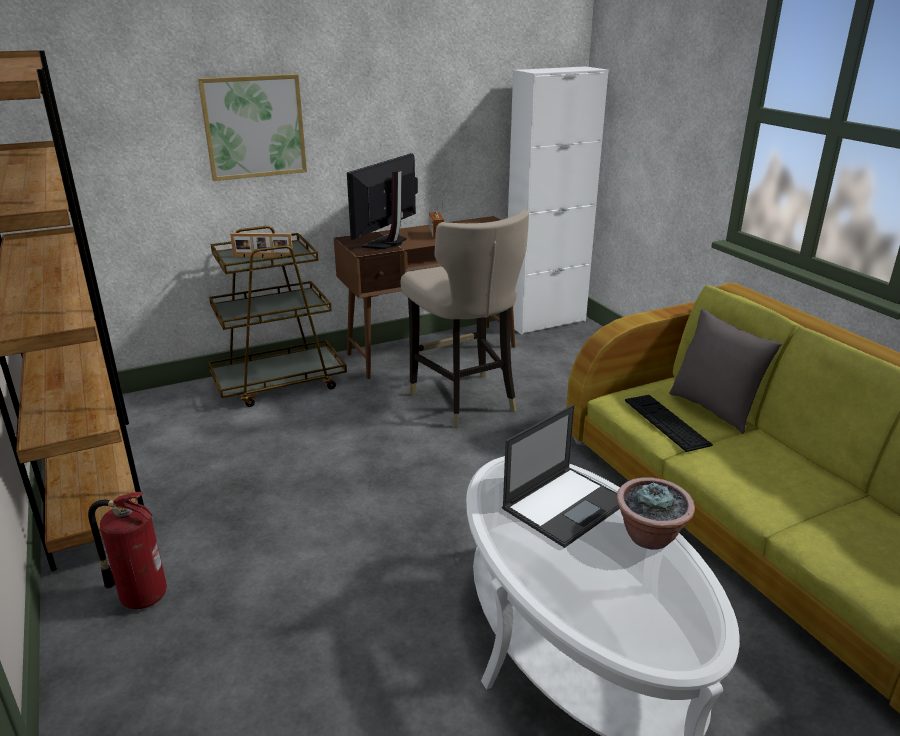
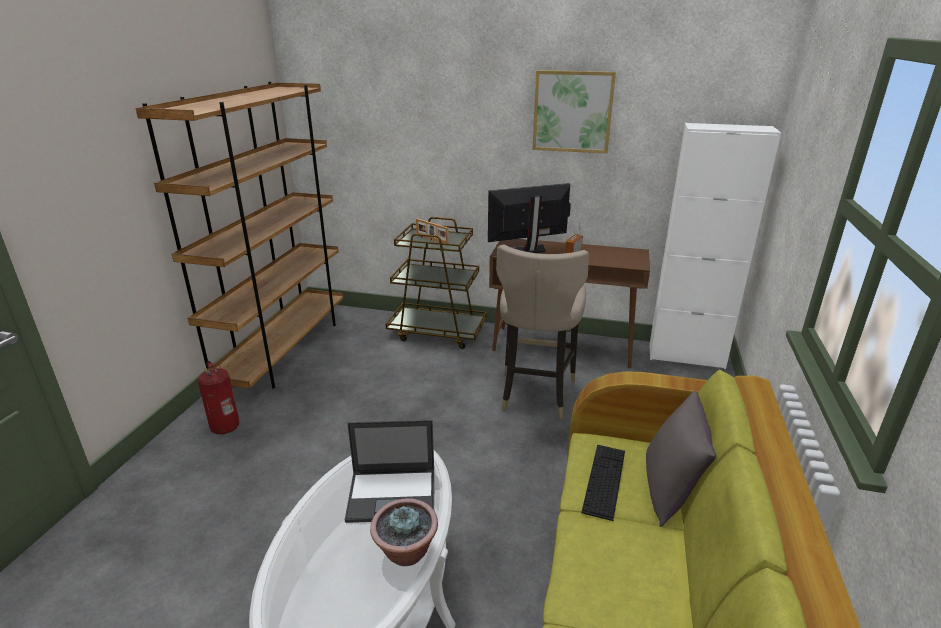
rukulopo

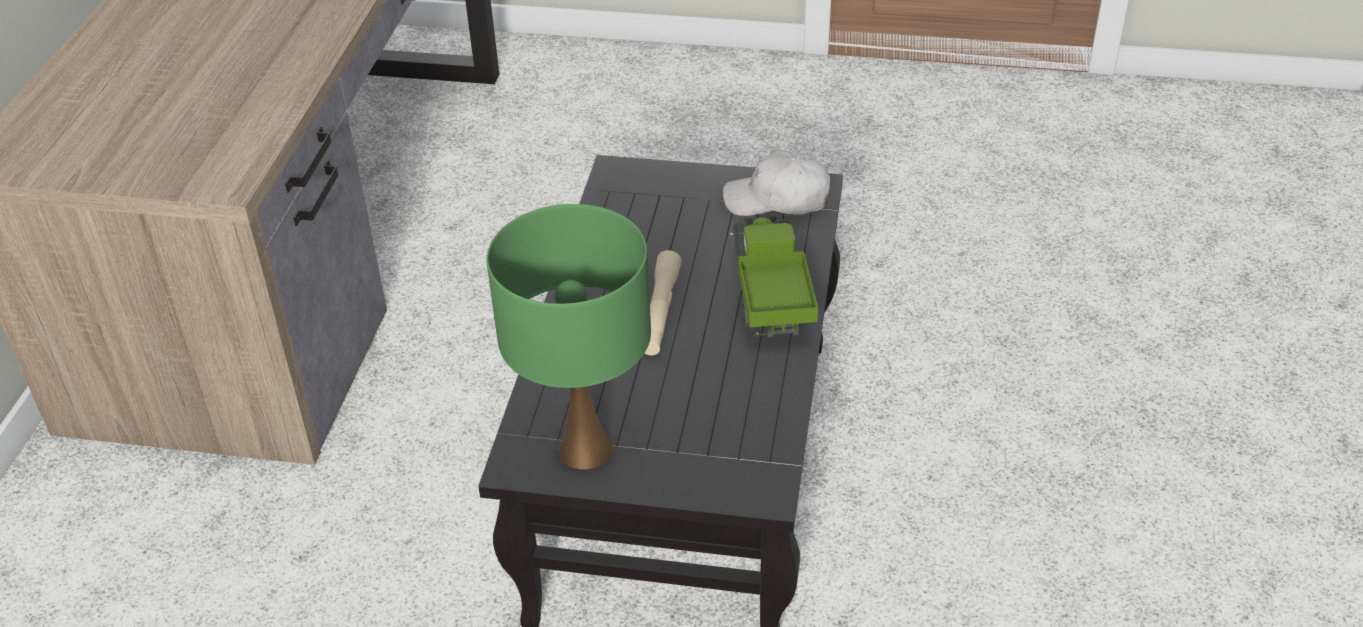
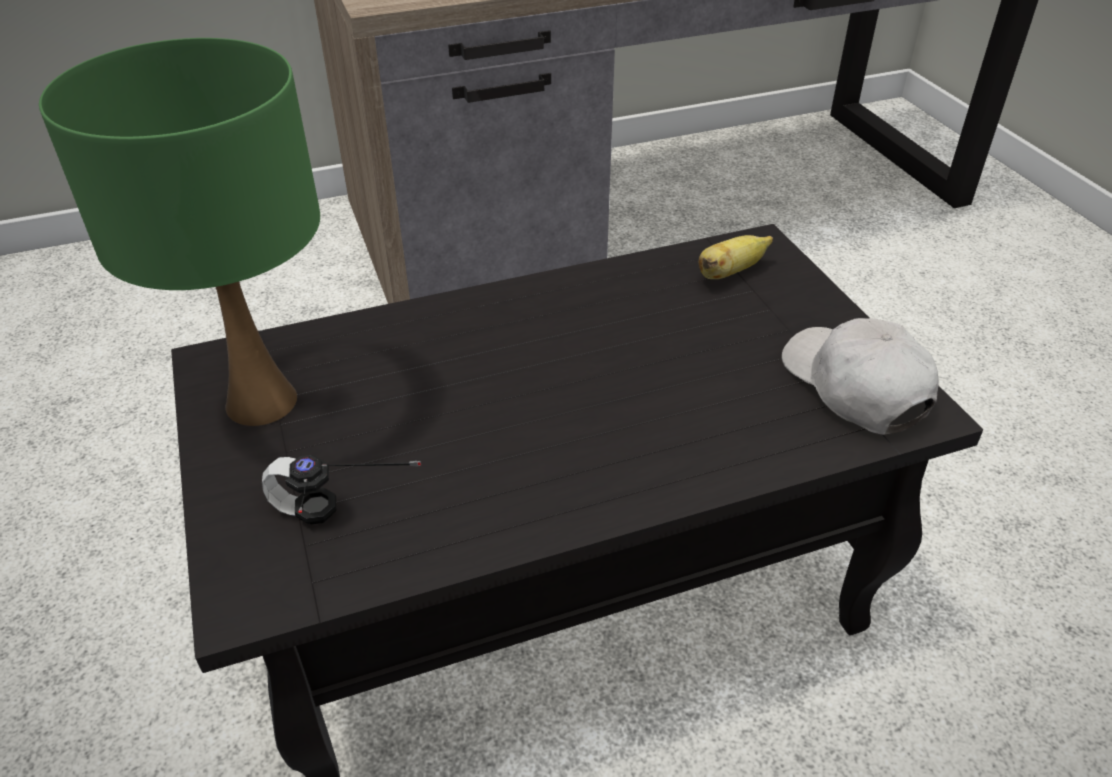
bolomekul
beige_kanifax
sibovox
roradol

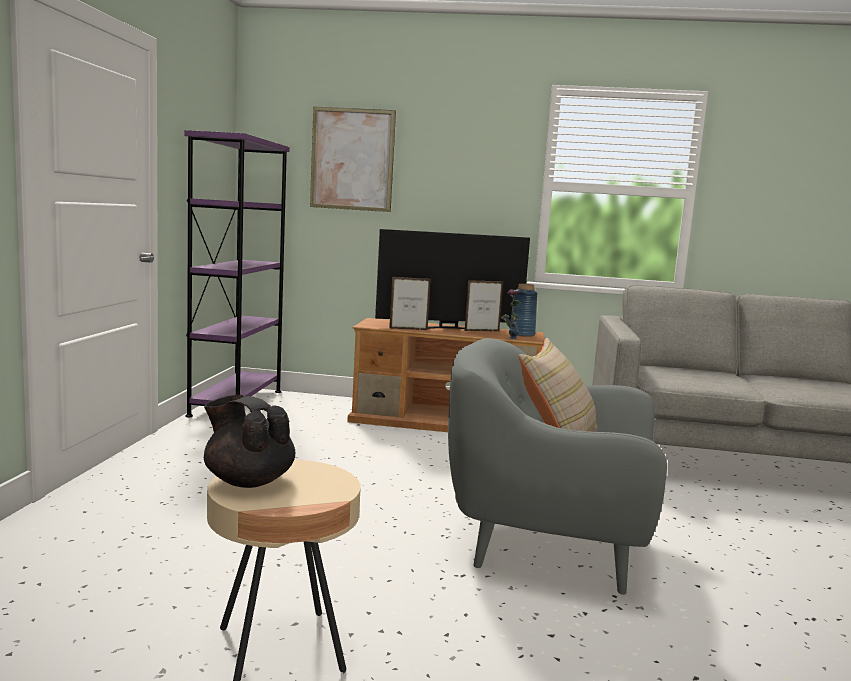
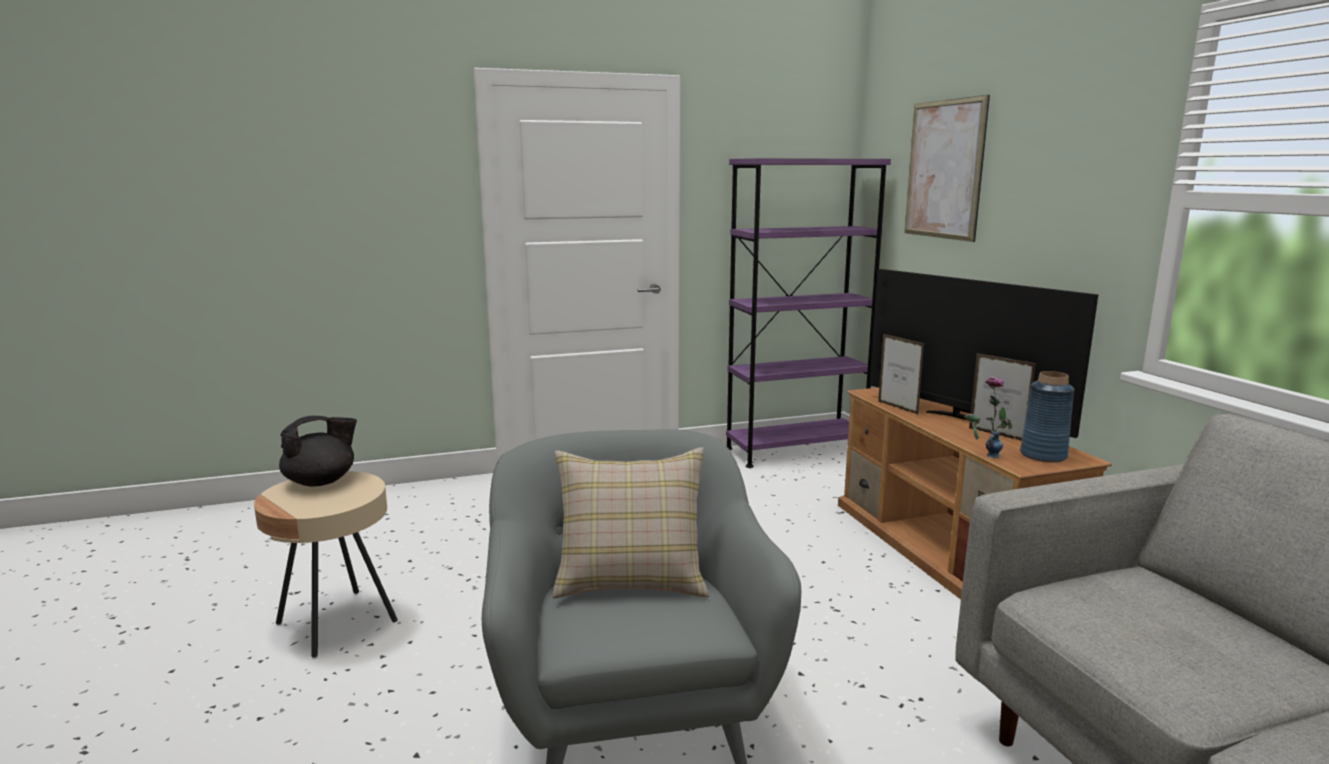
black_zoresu

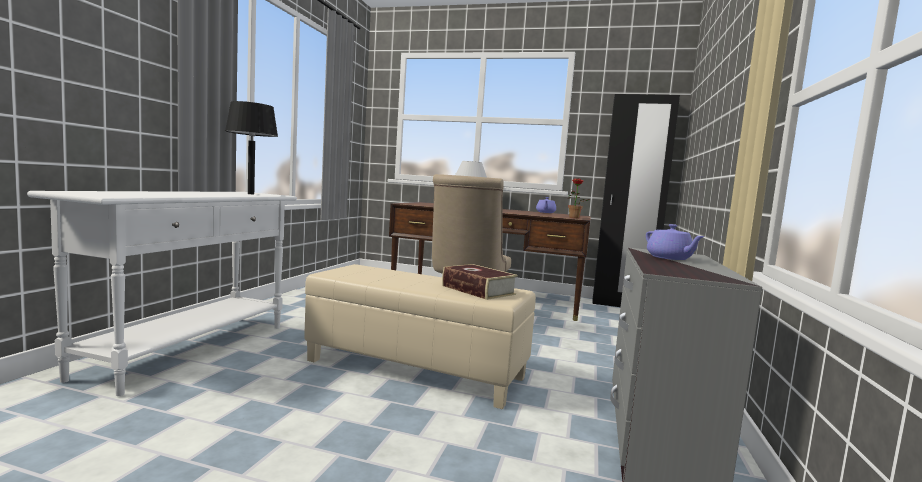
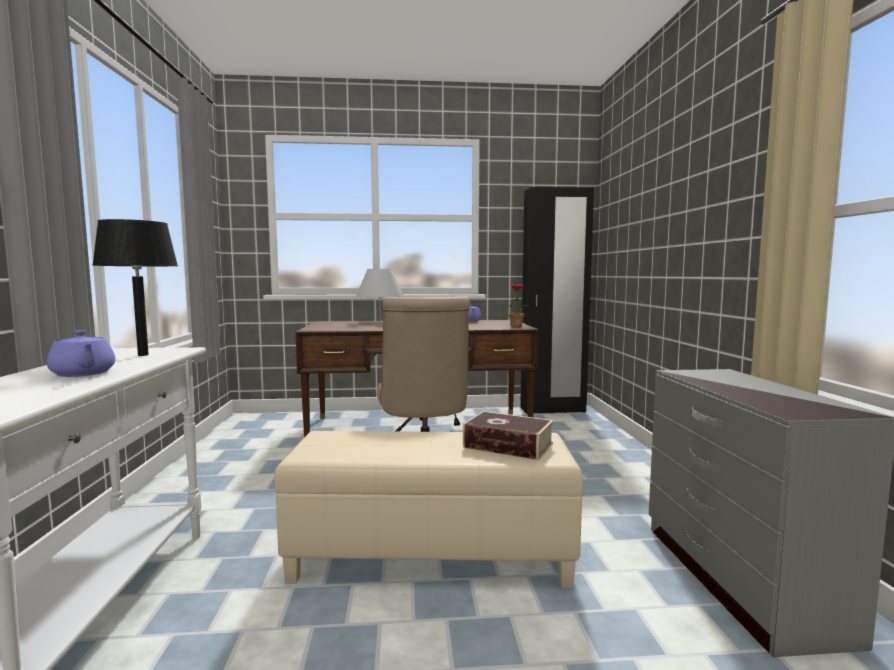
purple_zoresu (1st from left)

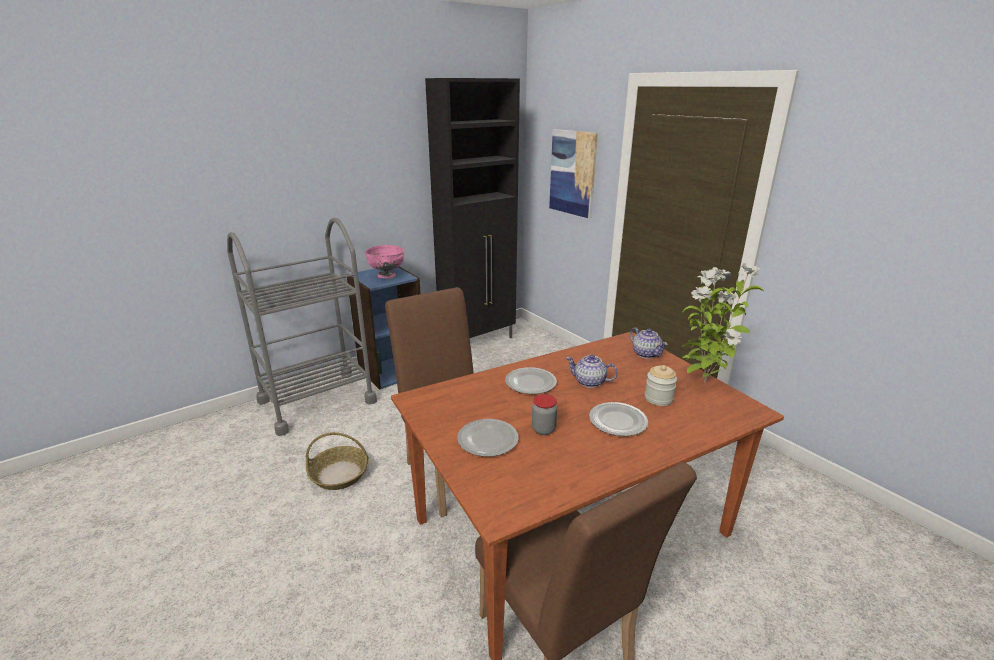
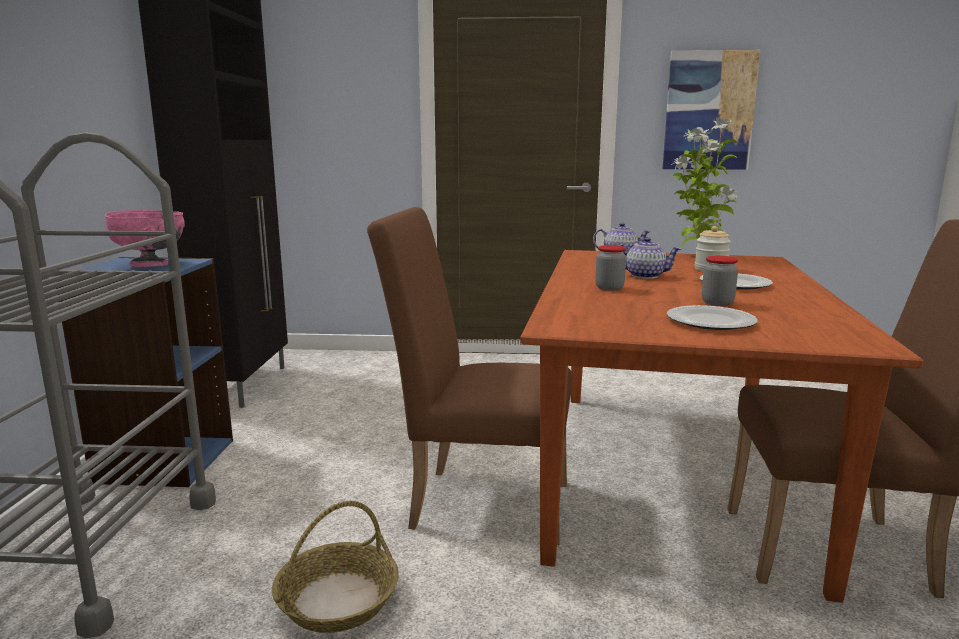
rukulopo
zoresu (2nd from left)
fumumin (1st from left)

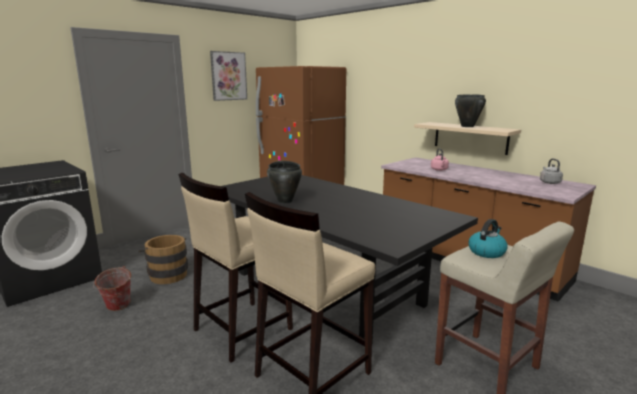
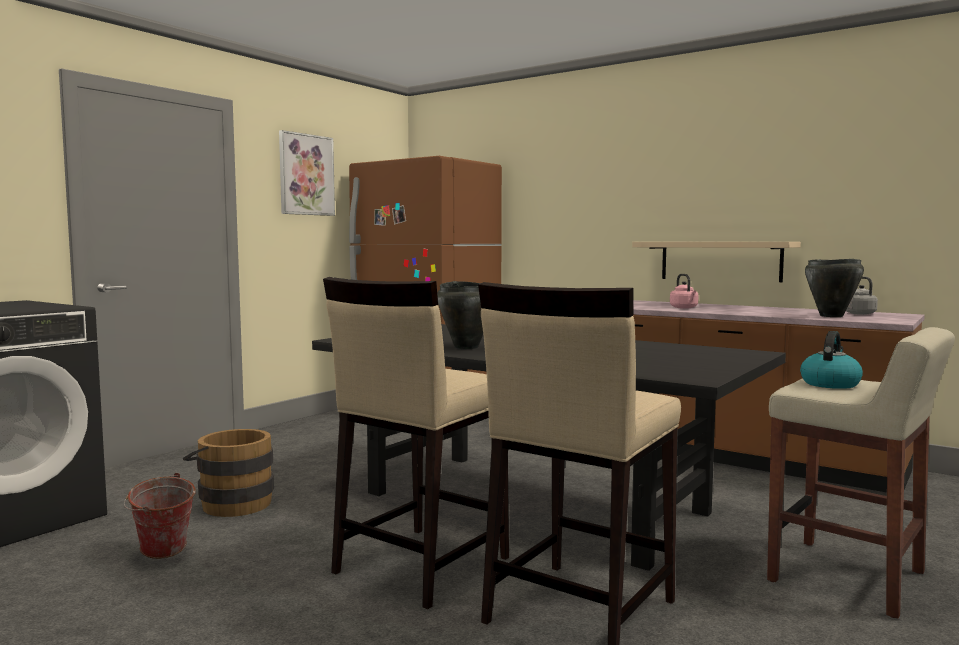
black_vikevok (2nd from left)

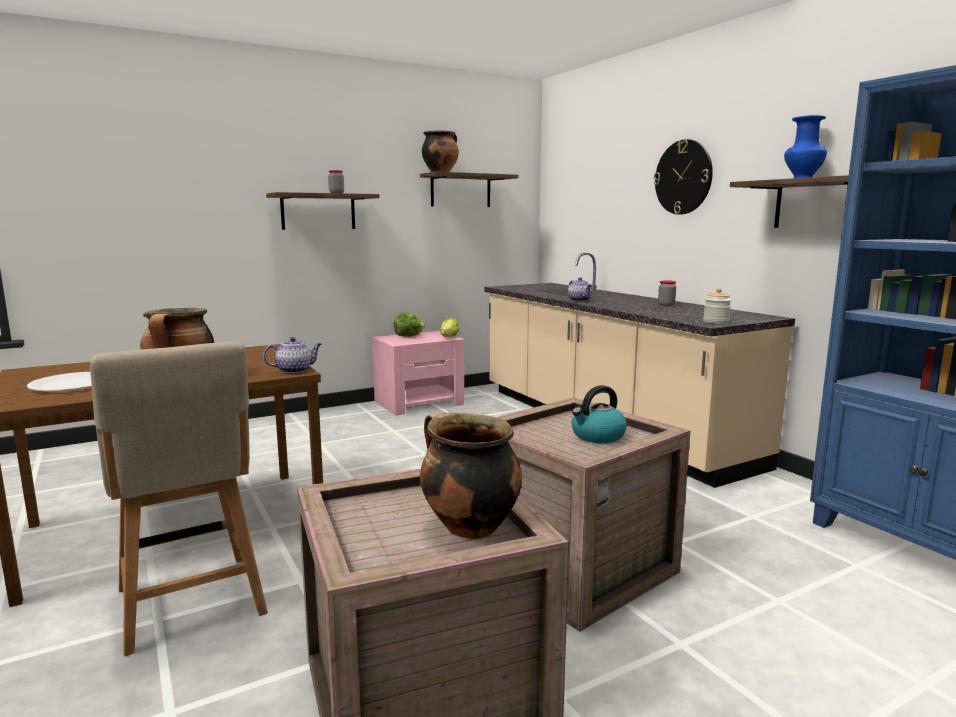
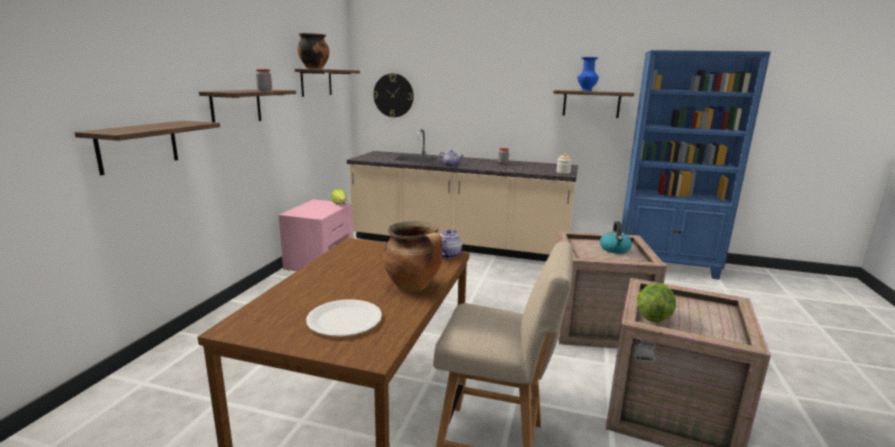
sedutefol
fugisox (2nd from left)
vikevok (3rd from left in the first image)
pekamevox (1st from left)

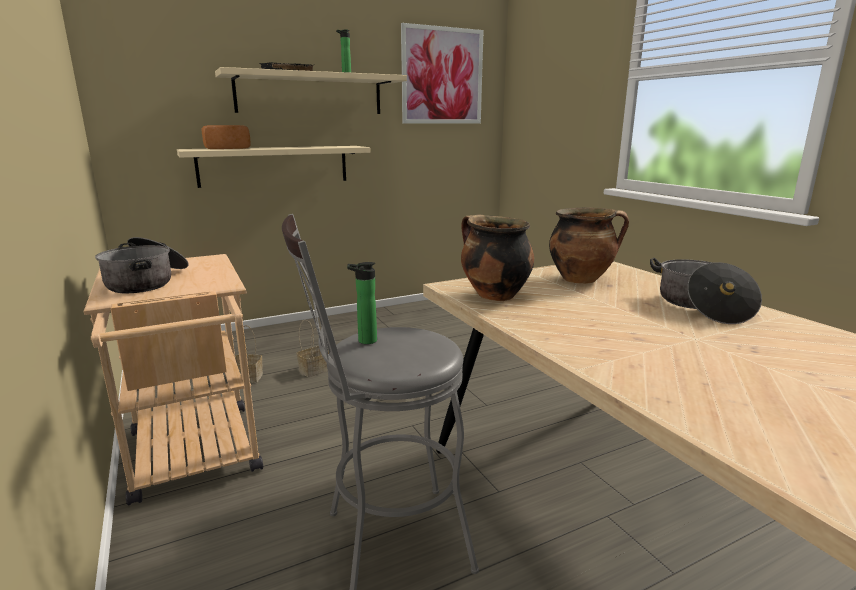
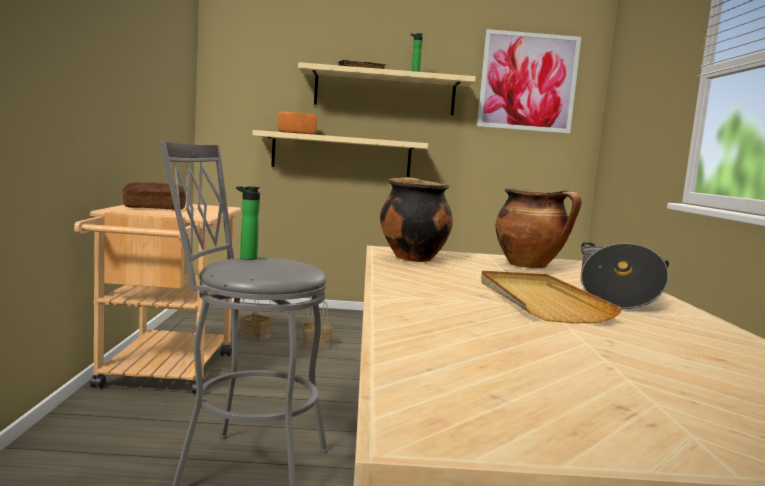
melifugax (1st from left)
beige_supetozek

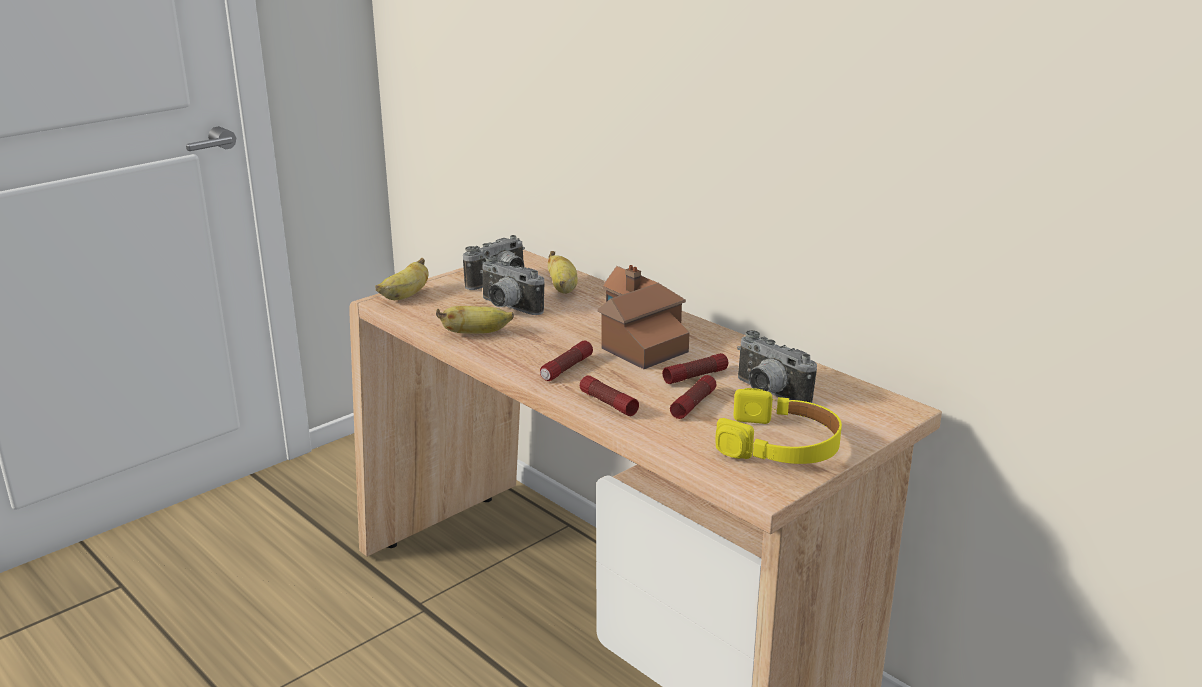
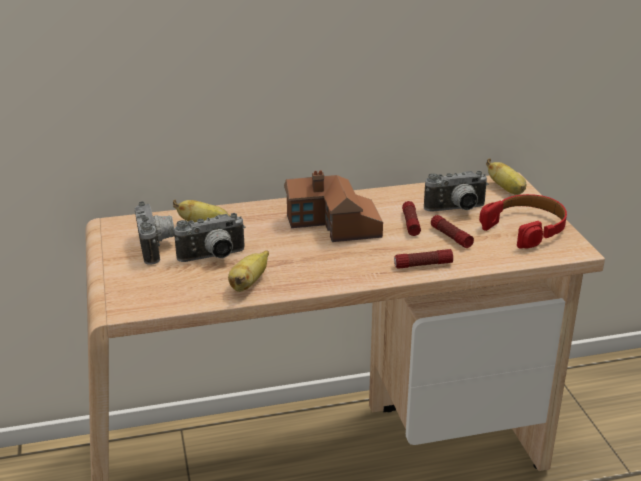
sibovox (3rd from left)
kanifax (1st from left in the first image)
red_roradol

